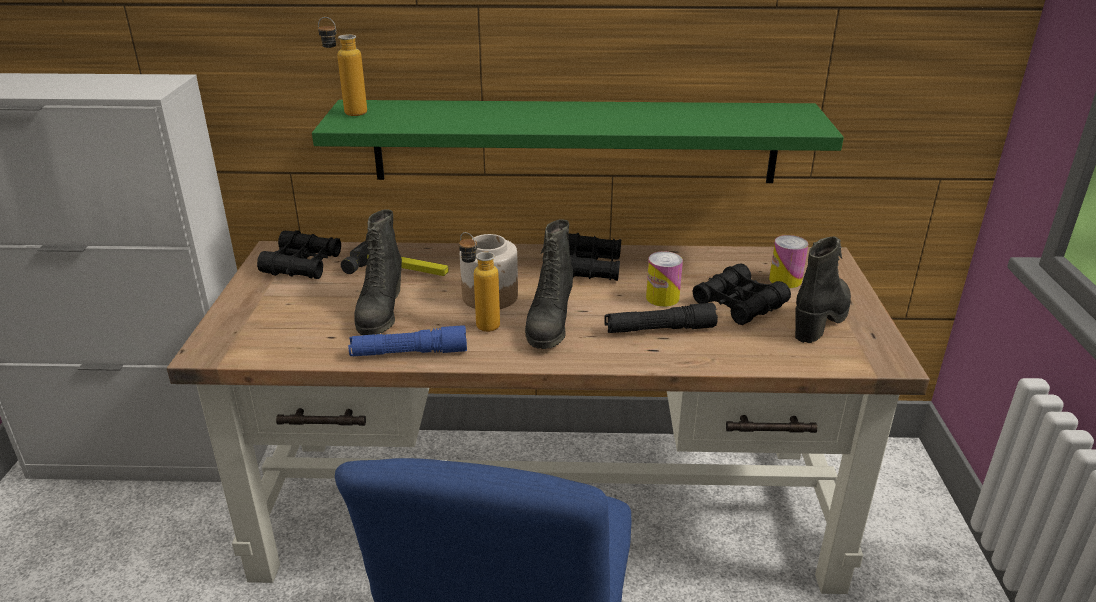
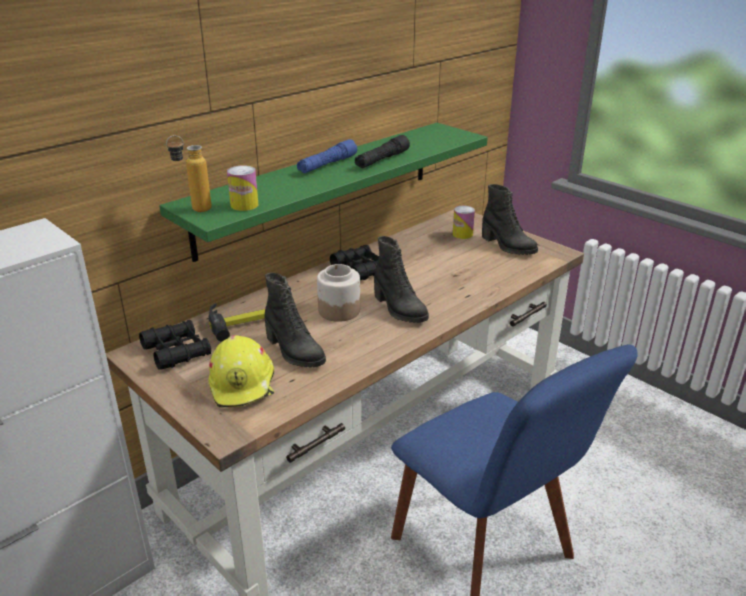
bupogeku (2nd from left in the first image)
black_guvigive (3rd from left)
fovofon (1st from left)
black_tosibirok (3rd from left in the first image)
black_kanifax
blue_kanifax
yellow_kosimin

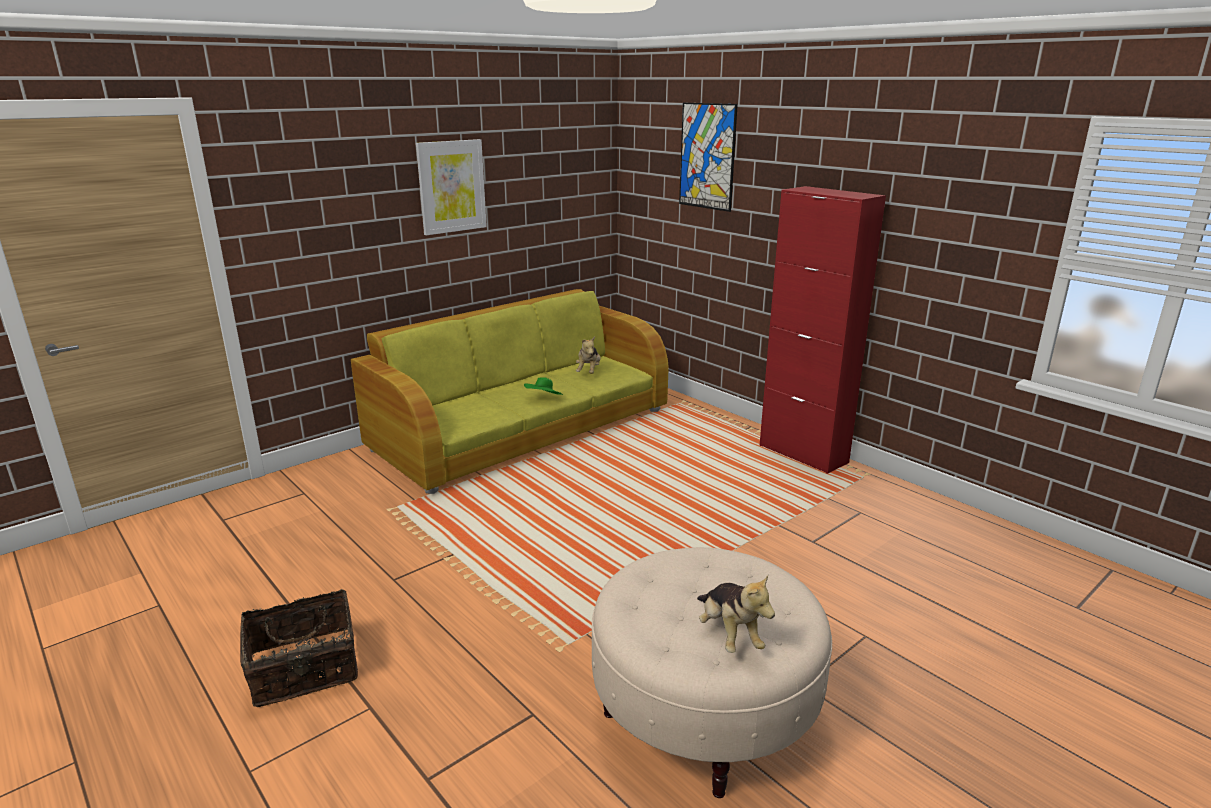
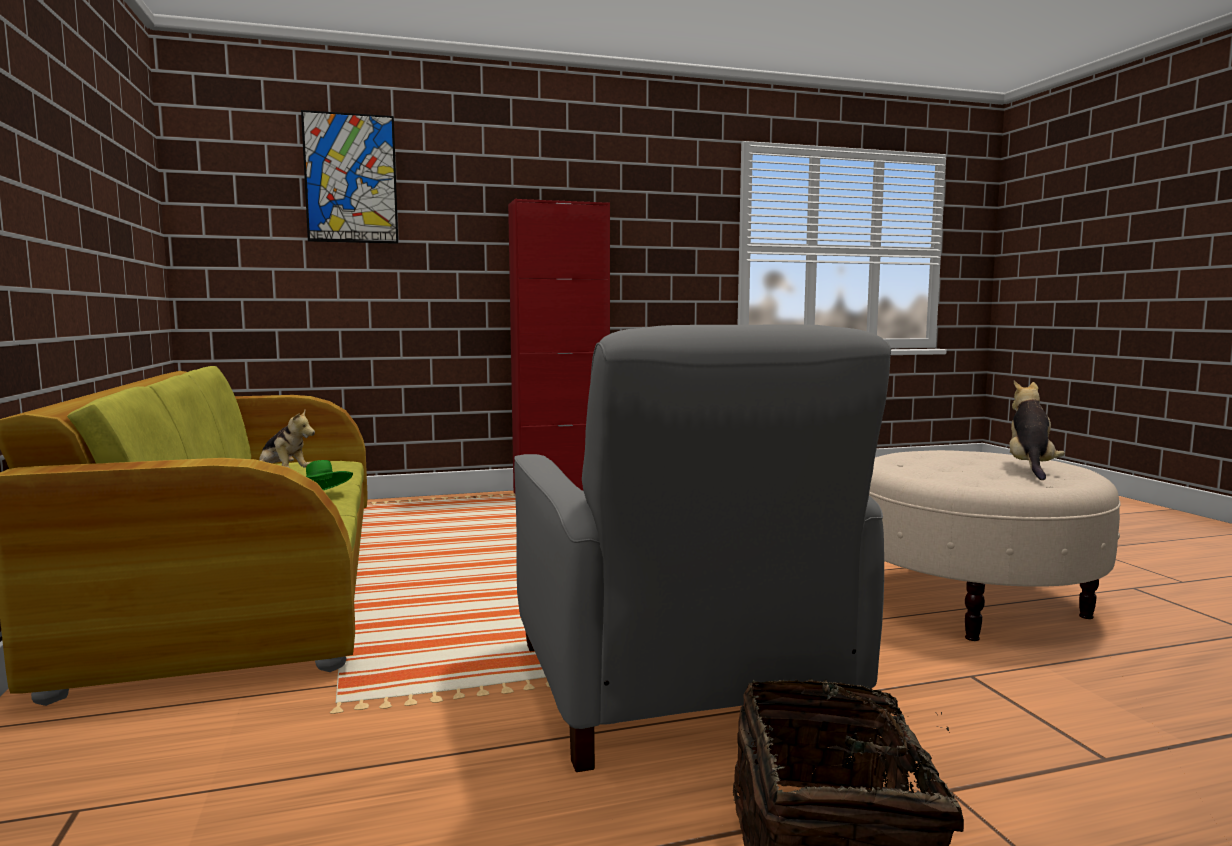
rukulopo (1st from left in the first image)
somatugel (2nd from left)
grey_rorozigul

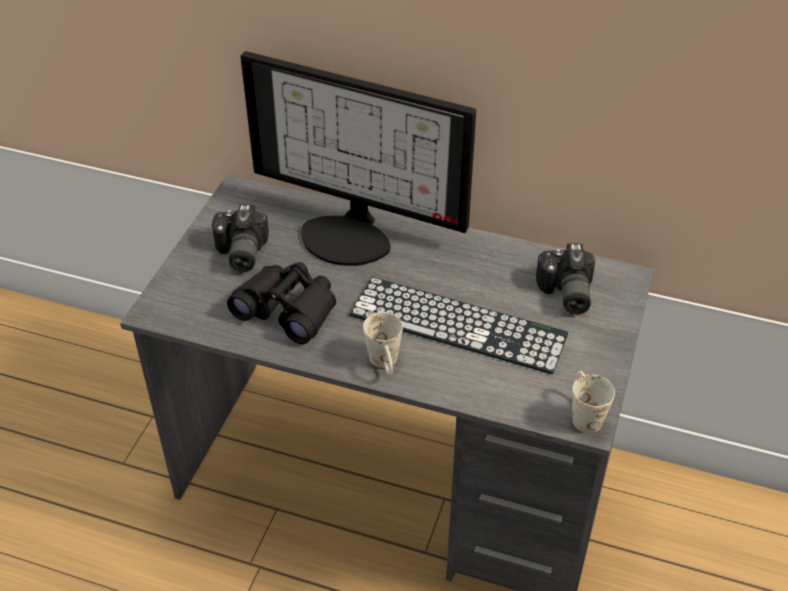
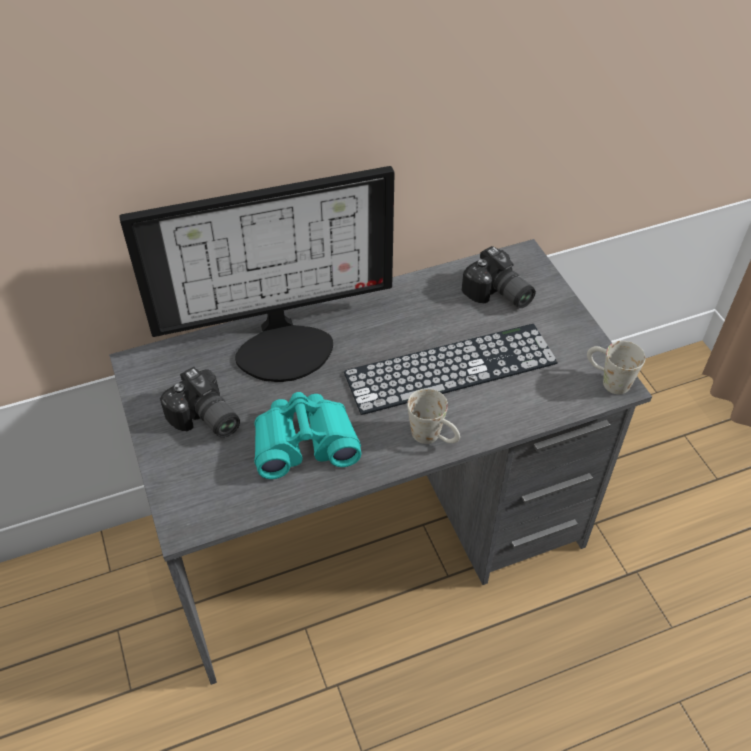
turquoise_tosibirok

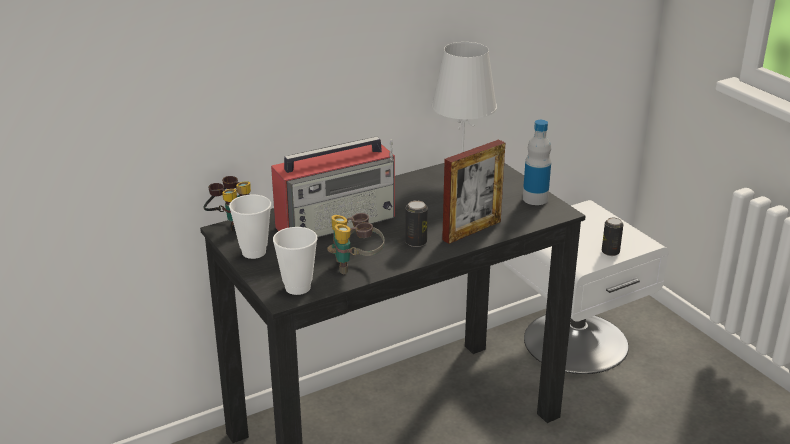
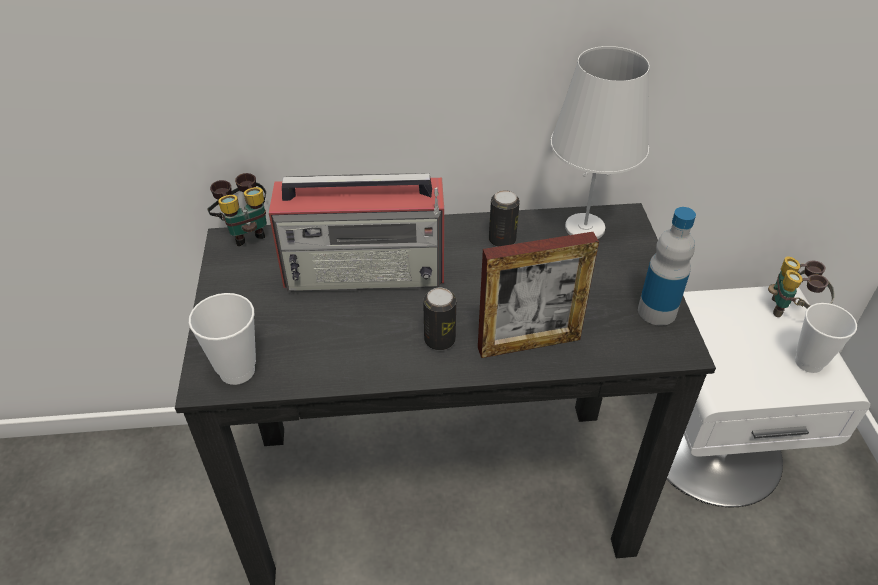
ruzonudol (2nd from left)
tosibirok (2nd from left)
fovofon (2nd from left)

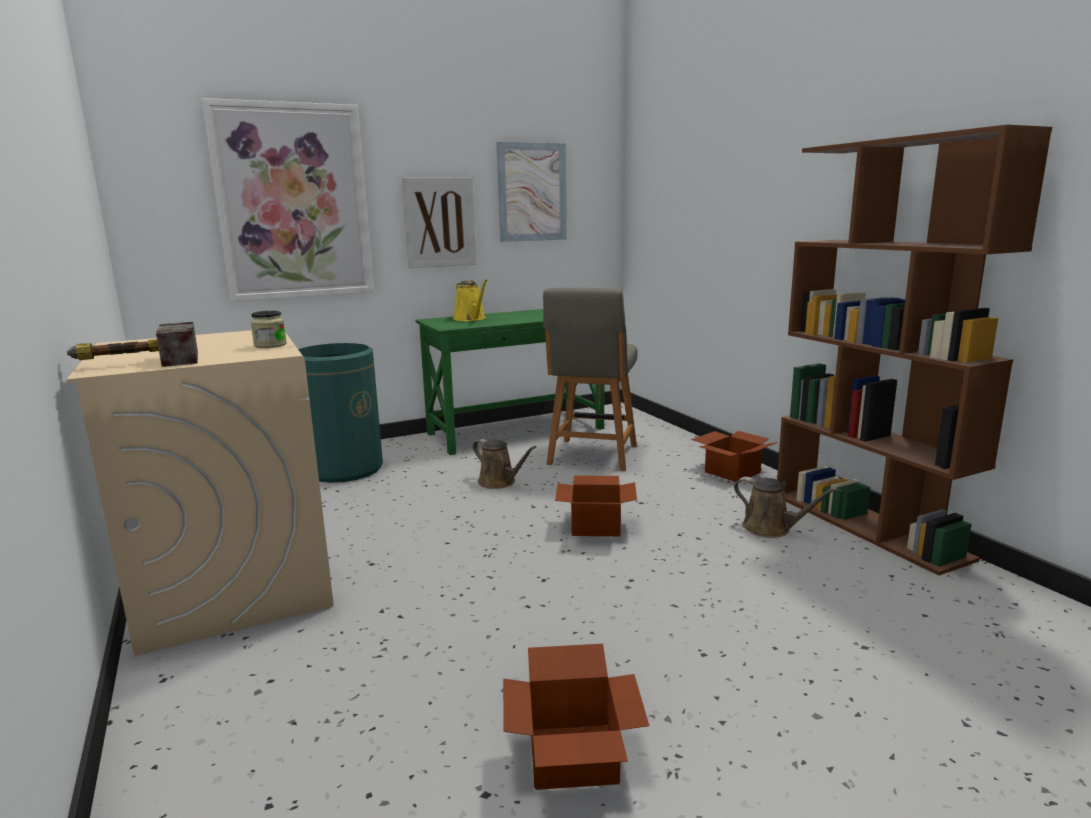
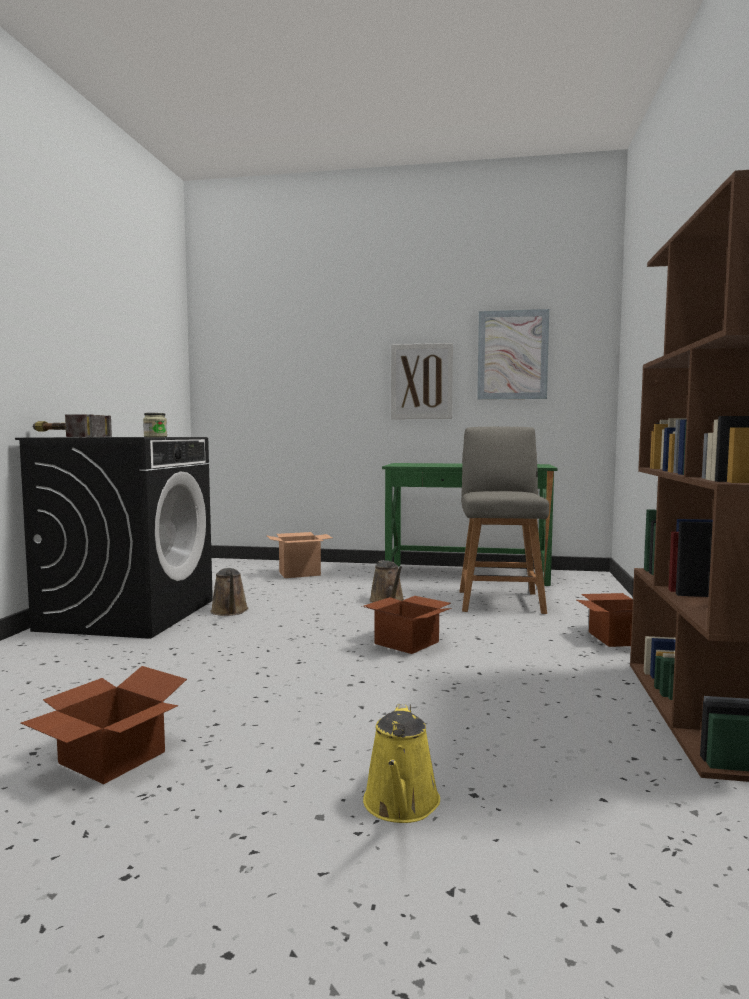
rukulopo (1st from left in the first image)
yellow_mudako
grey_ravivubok
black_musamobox
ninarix (2nd from left)
brown_mudako (1st from left)

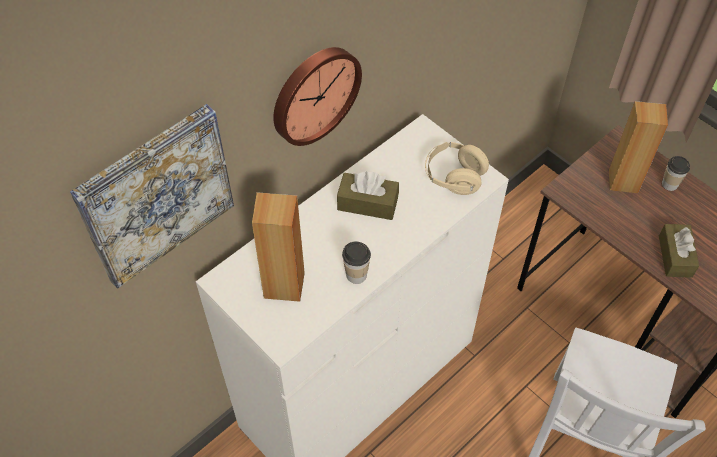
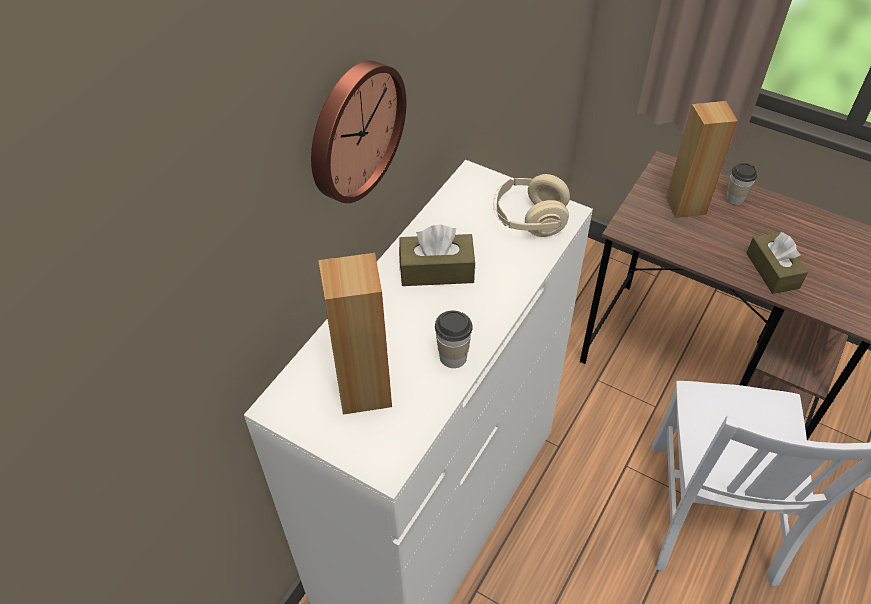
rukulopo

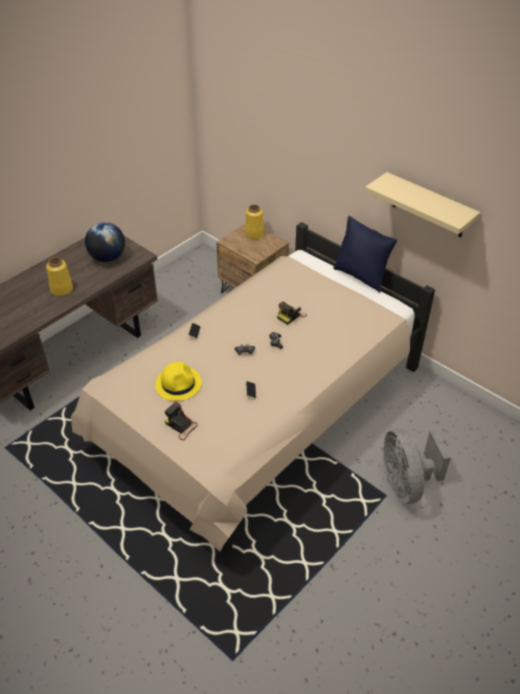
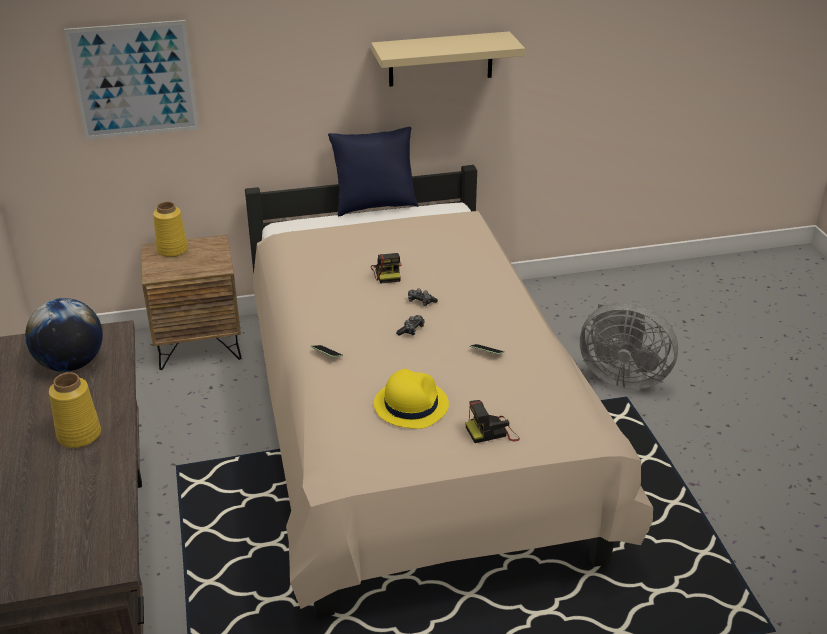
rukulopo

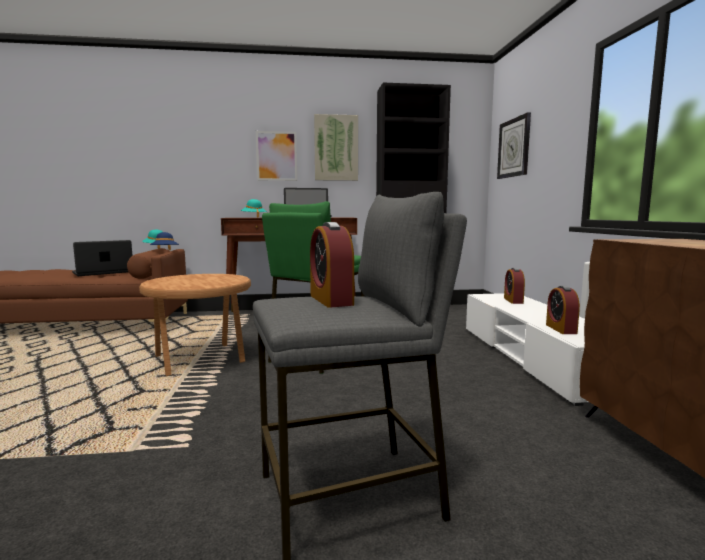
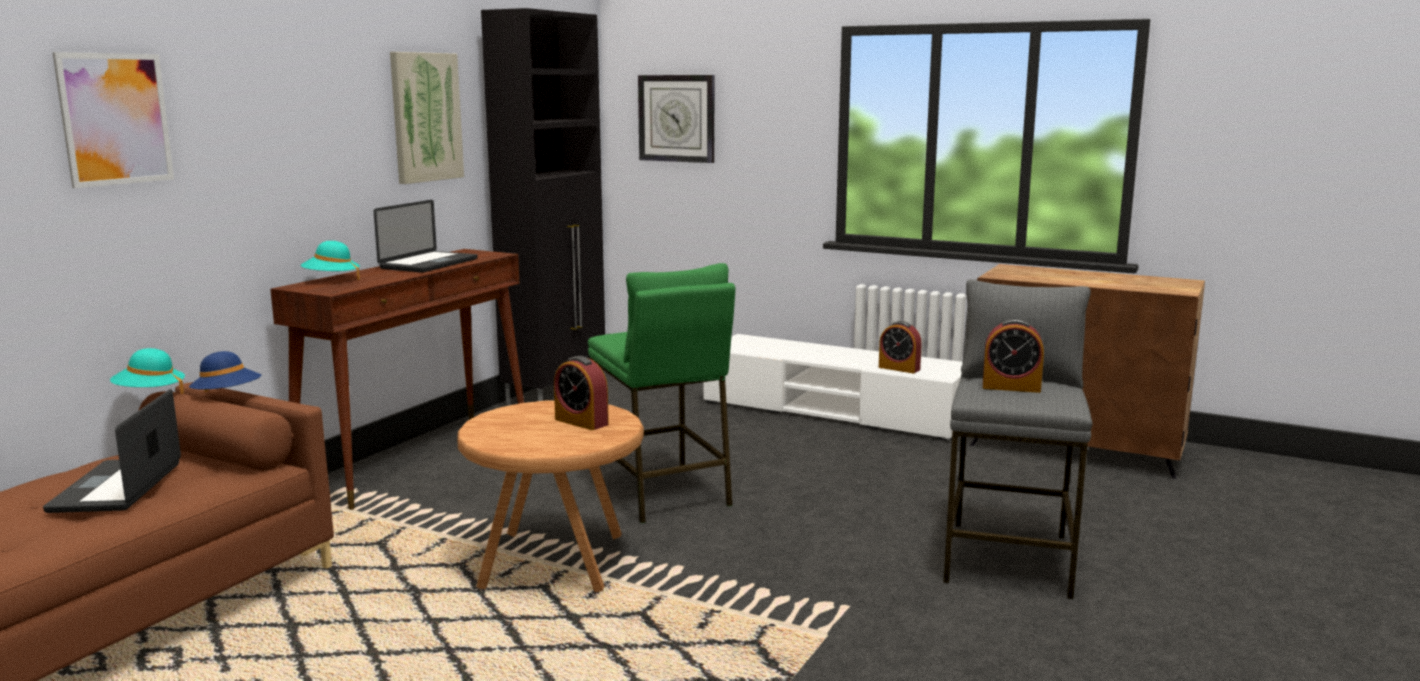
rukulopo (1st from left)
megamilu (1st from left)

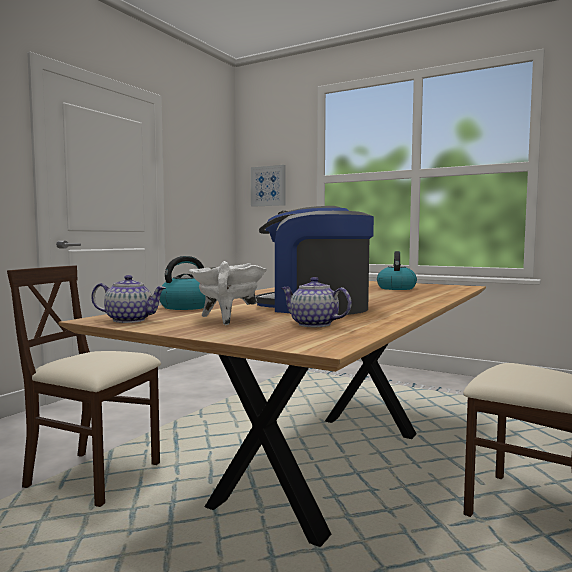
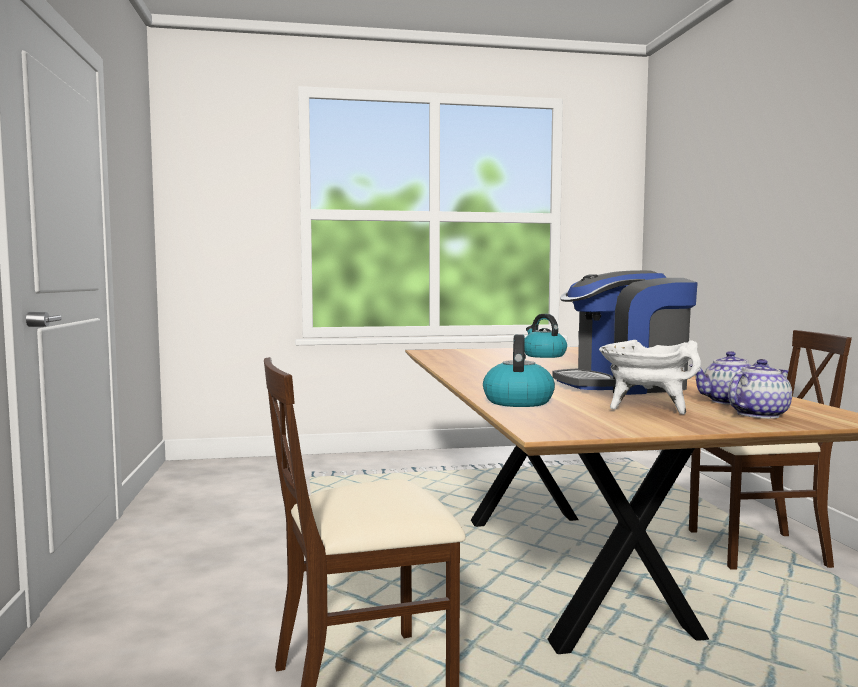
rukulopo
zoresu (2nd from left)

